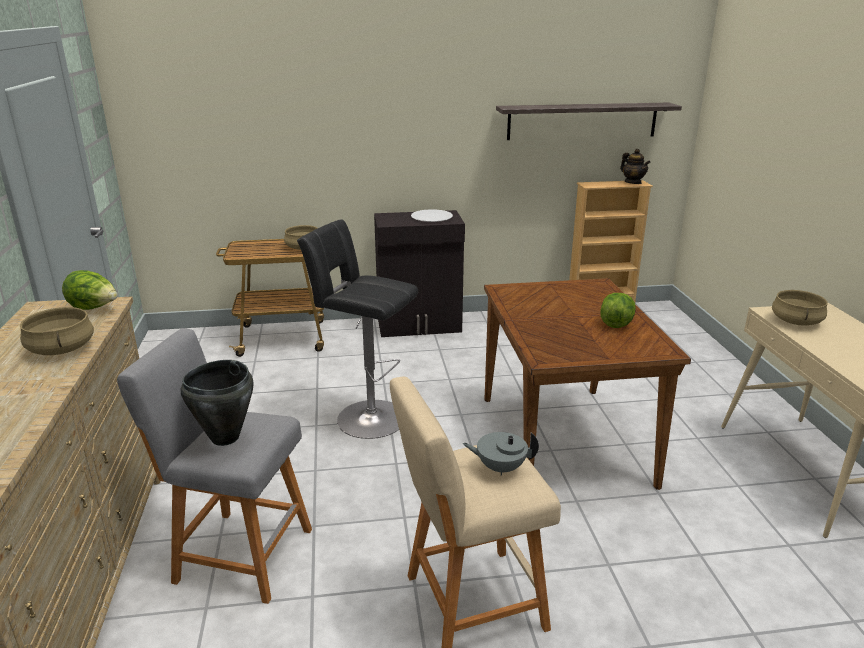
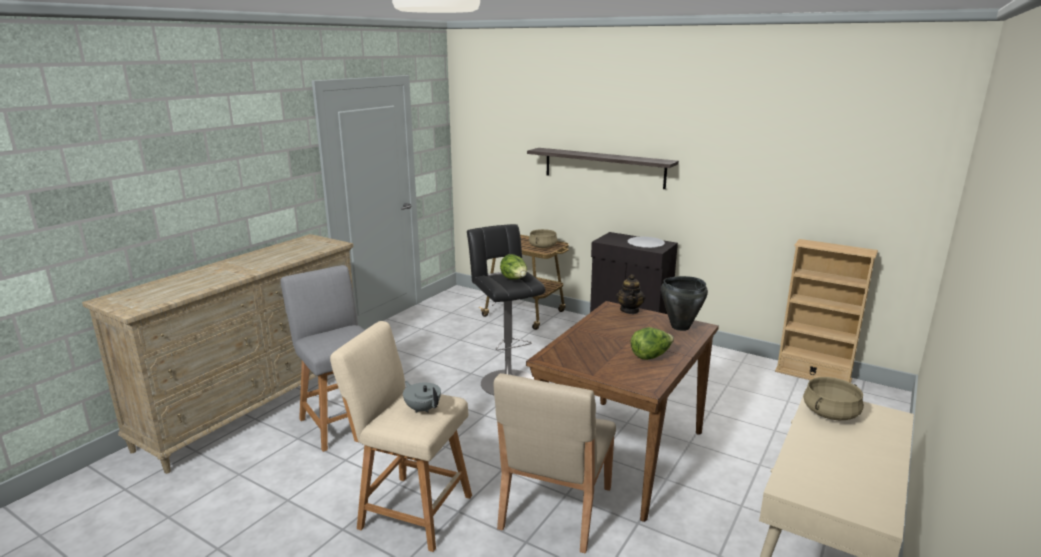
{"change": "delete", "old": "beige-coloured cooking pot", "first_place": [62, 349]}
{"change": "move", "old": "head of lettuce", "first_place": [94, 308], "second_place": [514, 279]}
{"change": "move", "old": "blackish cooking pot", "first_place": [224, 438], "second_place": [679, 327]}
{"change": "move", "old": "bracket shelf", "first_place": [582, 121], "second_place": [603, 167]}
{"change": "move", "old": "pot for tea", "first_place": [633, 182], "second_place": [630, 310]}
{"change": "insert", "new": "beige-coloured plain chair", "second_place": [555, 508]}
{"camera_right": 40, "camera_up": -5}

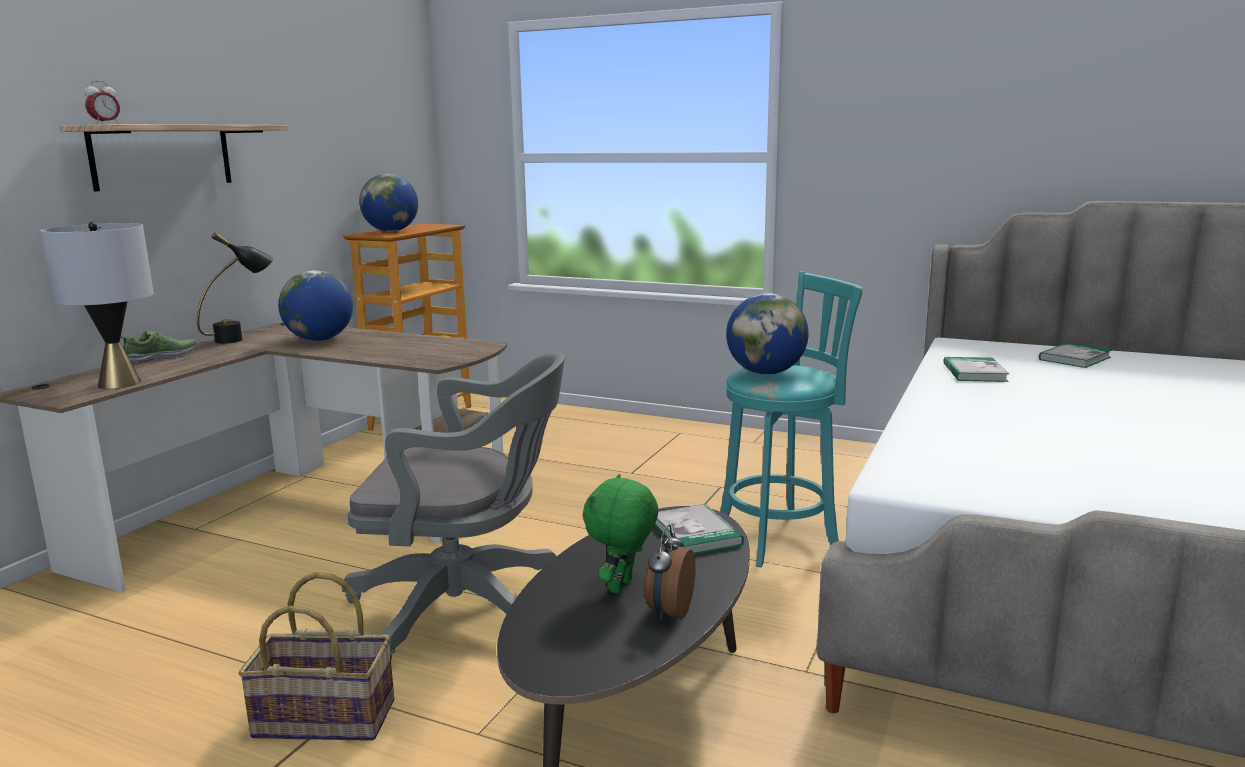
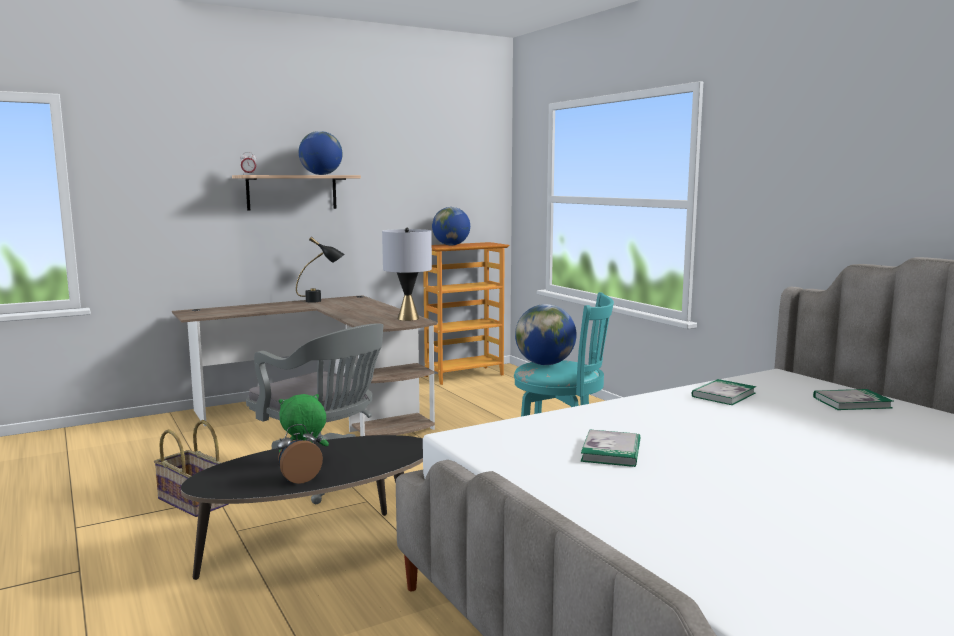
{"change": "move", "old": "gray lamp for a table", "first_place": [120, 383], "second_place": [408, 318]}
{"change": "delete", "old": "item of footwear", "first_place": [161, 358]}
{"change": "move", "old": "world globe", "first_place": [319, 340], "second_place": [321, 175]}
{"change": "move", "old": "bound book", "first_place": [696, 533], "second_place": [611, 451]}
{"camera_right": 35, "camera_up": -5}

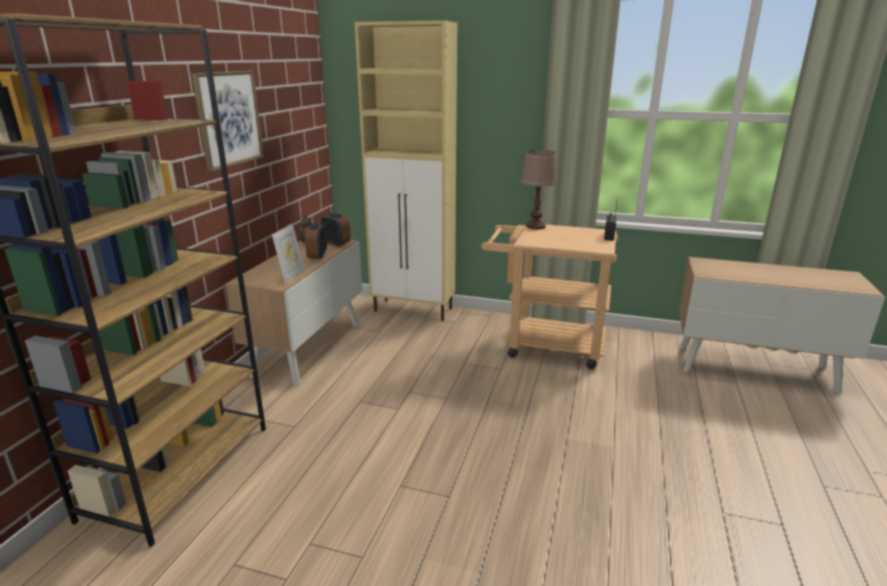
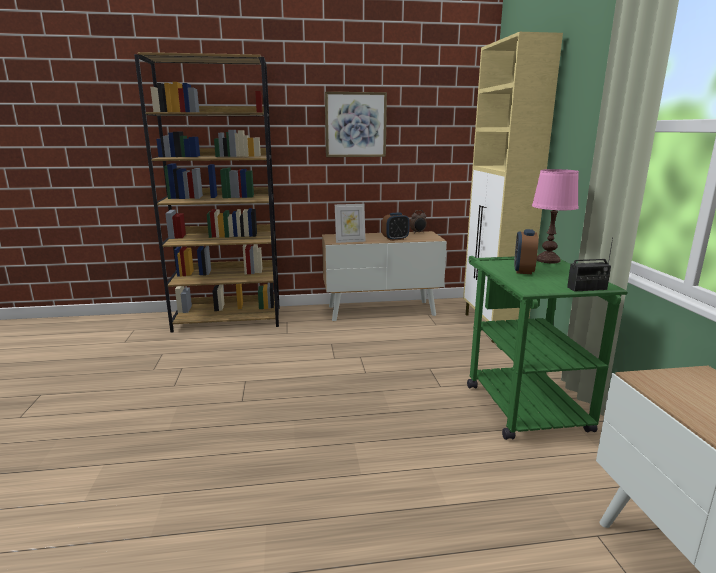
{"change": "move", "old": "table clock", "first_place": [336, 244], "second_place": [523, 270]}
{"change": "recolor", "old": "beige-coloured cart", "new": "green-coloured cart", "first_place": [545, 345], "second_place": [520, 401]}
{"change": "recolor", "old": "brown-coloured lamp for a table", "new": "pink-coloured lamp for a table", "first_place": [535, 226], "second_place": [547, 260]}
{"camera_right": 65, "camera_up": -5}

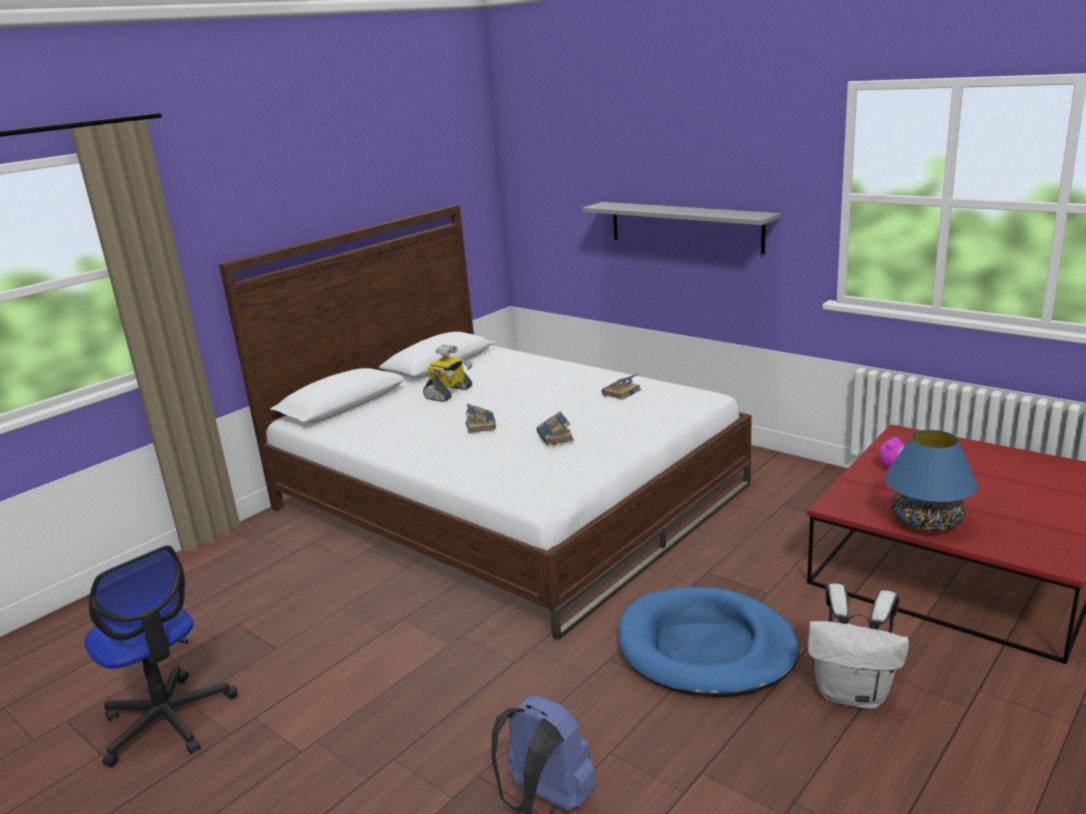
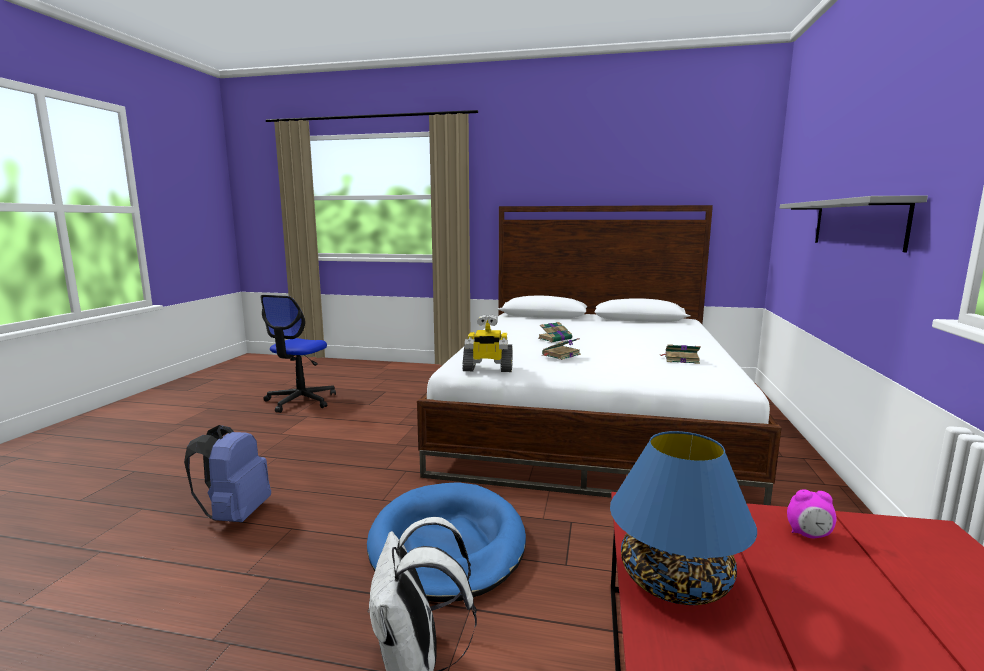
{"change": "move", "old": "model robot", "first_place": [449, 393], "second_place": [487, 369]}
{"camera_right": 60, "camera_up": -10}

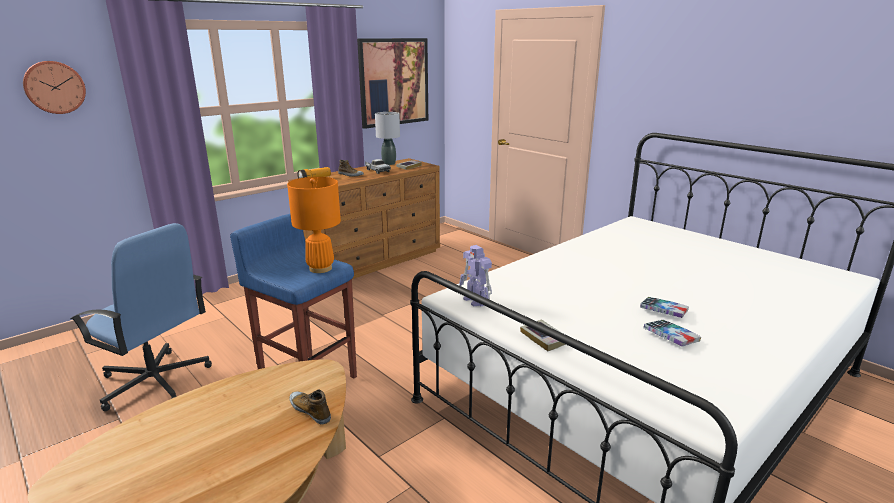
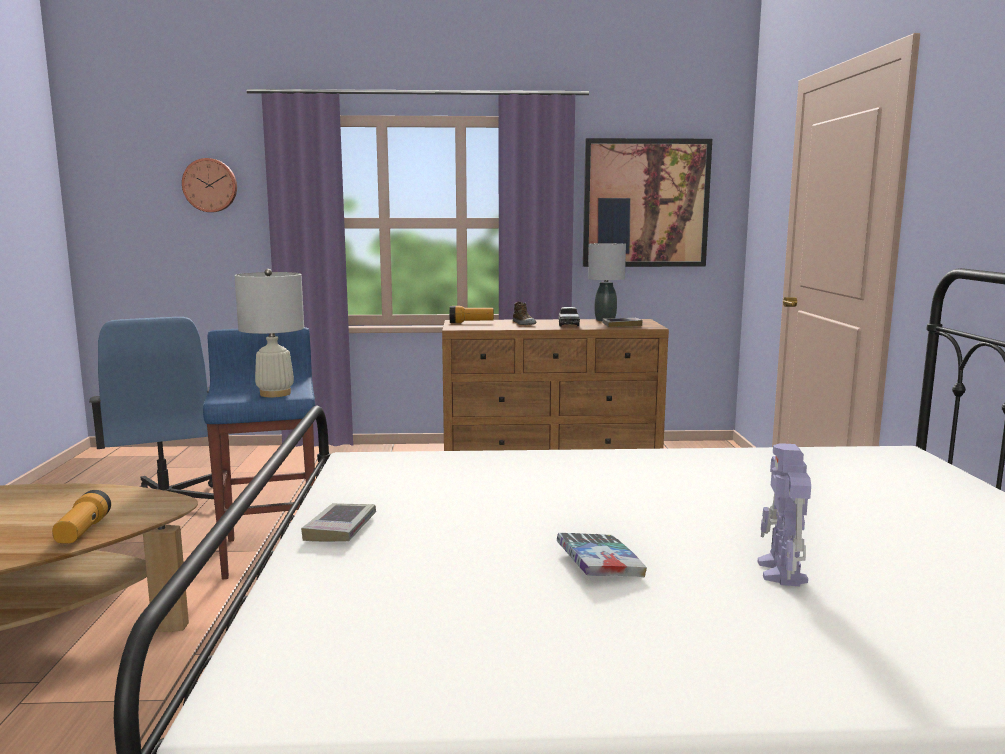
{"change": "recolor", "old": "orangey lamp for a table", "new": "white lamp for a table", "first_place": [320, 268], "second_place": [275, 394]}
{"change": "replace", "old": "item of footwear", "new": "torch", "first_place": [310, 410], "second_place": [83, 531]}
{"change": "move", "old": "model robot", "first_place": [476, 300], "second_place": [782, 572]}
{"change": "delete", "old": "bound book", "first_place": [671, 337]}
{"camera_right": 40, "camera_up": -10}

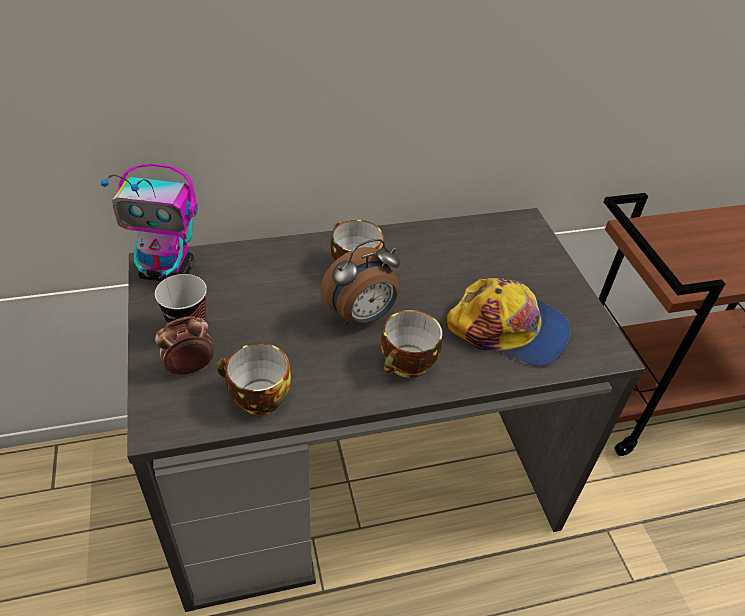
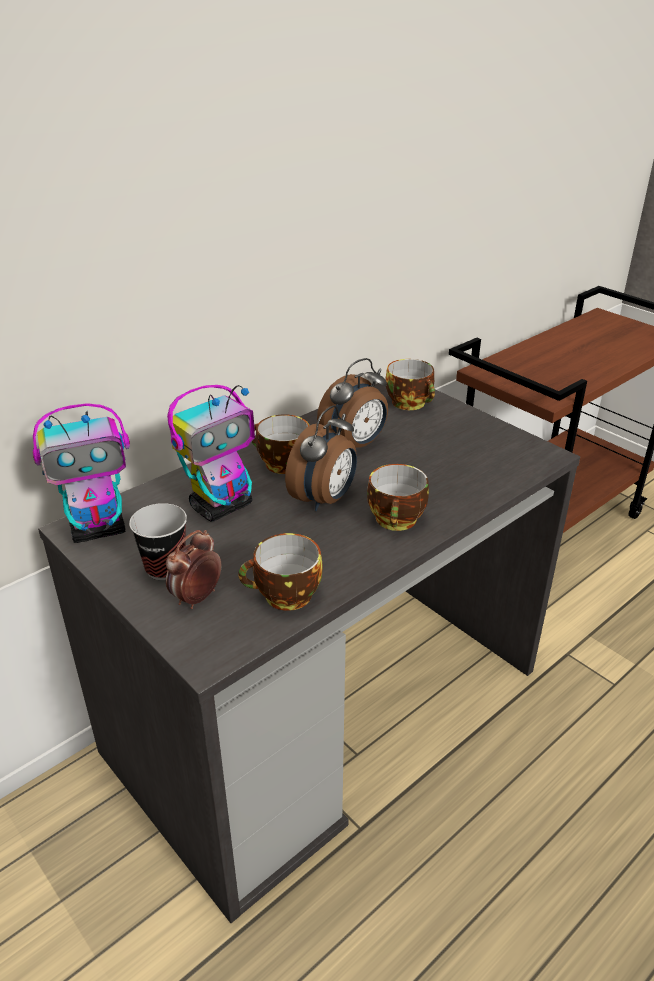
{"change": "delete", "old": "baseball cap", "first_place": [509, 329]}
{"change": "insert", "new": "model robot", "second_place": [222, 506]}
{"change": "insert", "new": "table clock", "second_place": [355, 445]}
{"change": "insert", "new": "small cup", "second_place": [411, 403]}
{"camera_right": -25, "camera_up": -10}

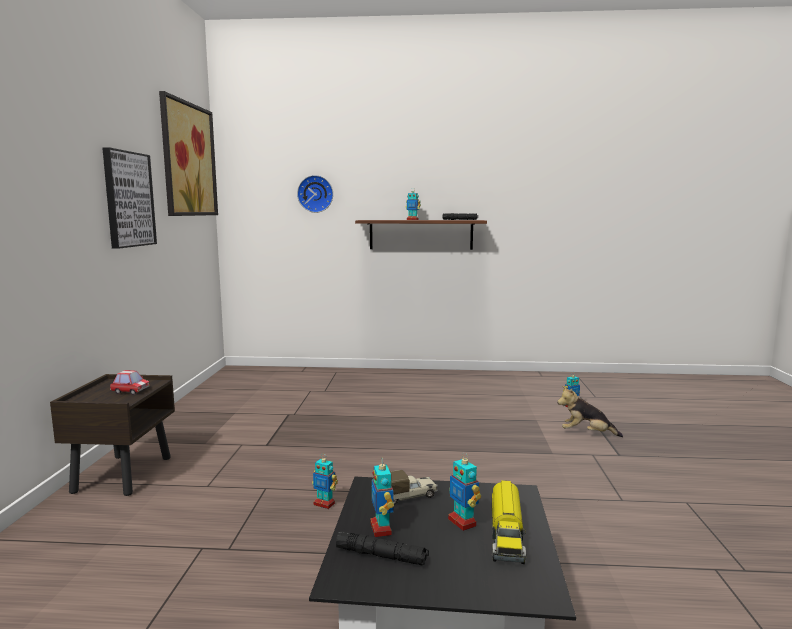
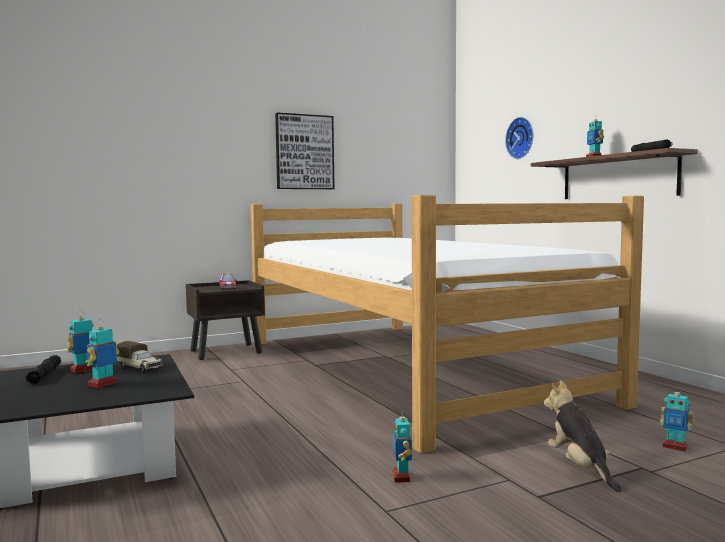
{"change": "delete", "old": "picture", "first_place": [188, 160]}
{"change": "move", "old": "model robot", "first_place": [324, 504], "second_place": [401, 477]}
{"change": "delete", "old": "toy lorry", "first_place": [506, 533]}
{"change": "insert", "new": "sleeping bed", "second_place": [406, 368]}
{"camera_right": 60, "camera_up": -5}

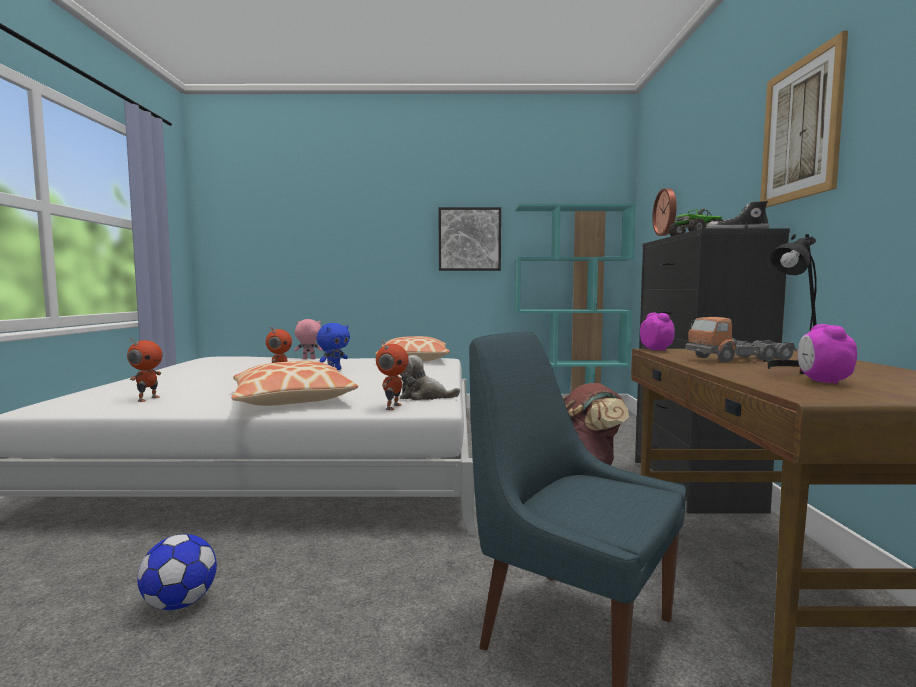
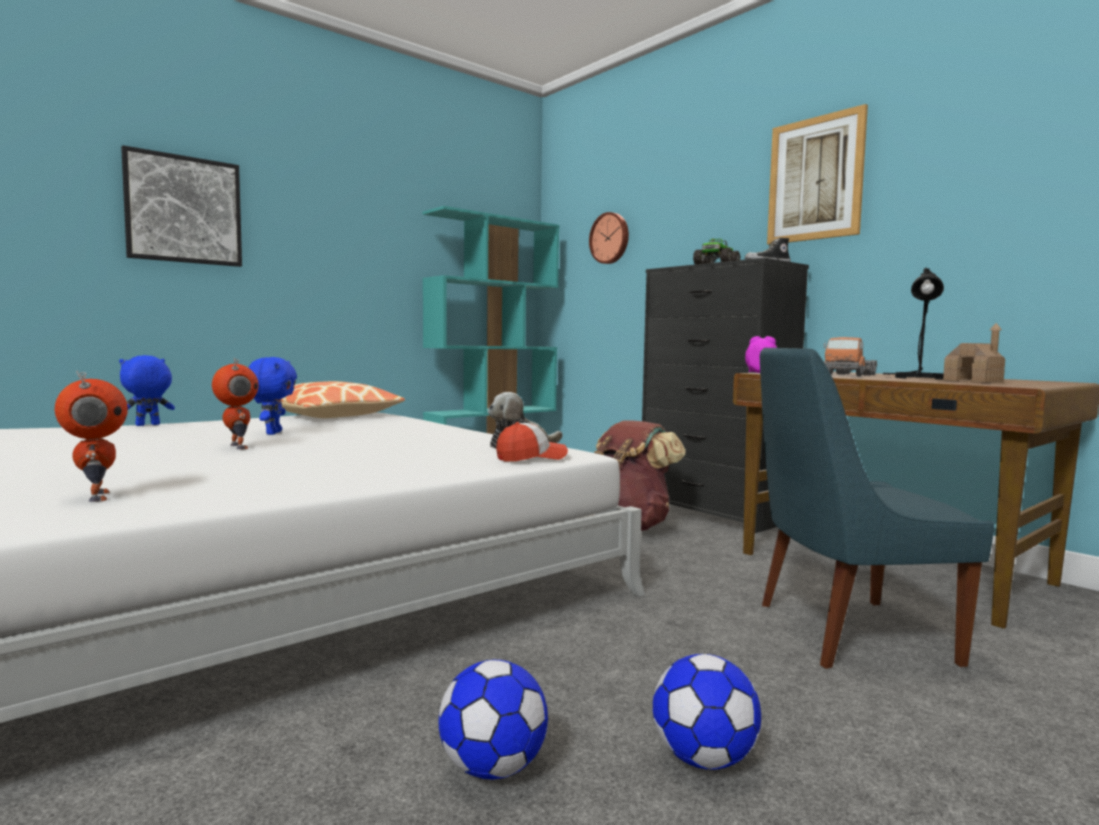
{"change": "delete", "old": "throw pillow", "first_place": [292, 399]}
{"change": "recolor", "old": "pink-coloured plush toy", "new": "bluish plush toy", "first_place": [308, 359], "second_place": [147, 425]}
{"change": "replace", "old": "model robot", "new": "baseball cap", "first_place": [392, 407], "second_place": [531, 458]}
{"change": "move", "old": "picture", "first_place": [469, 239], "second_place": [184, 210]}
{"change": "replace", "old": "table clock", "new": "model house", "first_place": [823, 382], "second_place": [973, 381]}
{"change": "insert", "new": "ball for football", "second_place": [703, 759]}
{"camera_right": -40, "camera_up": 0}

